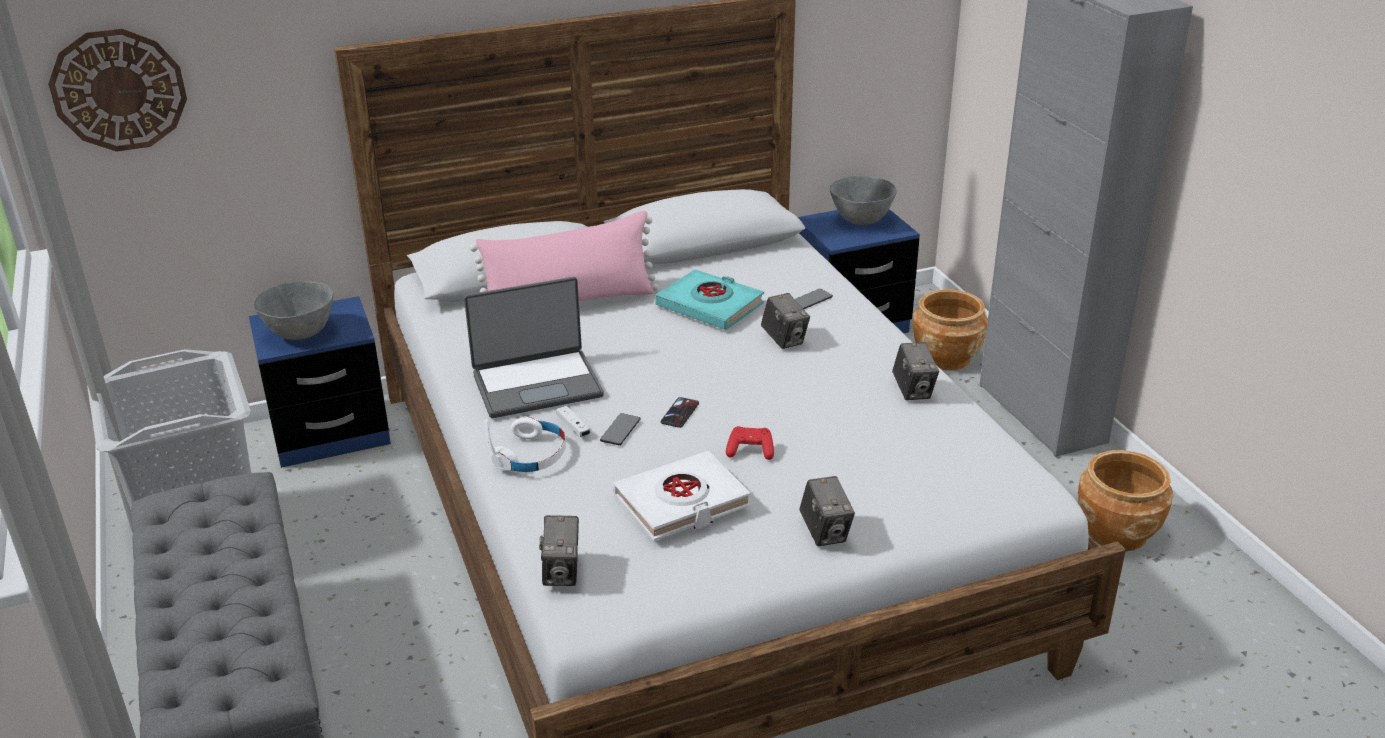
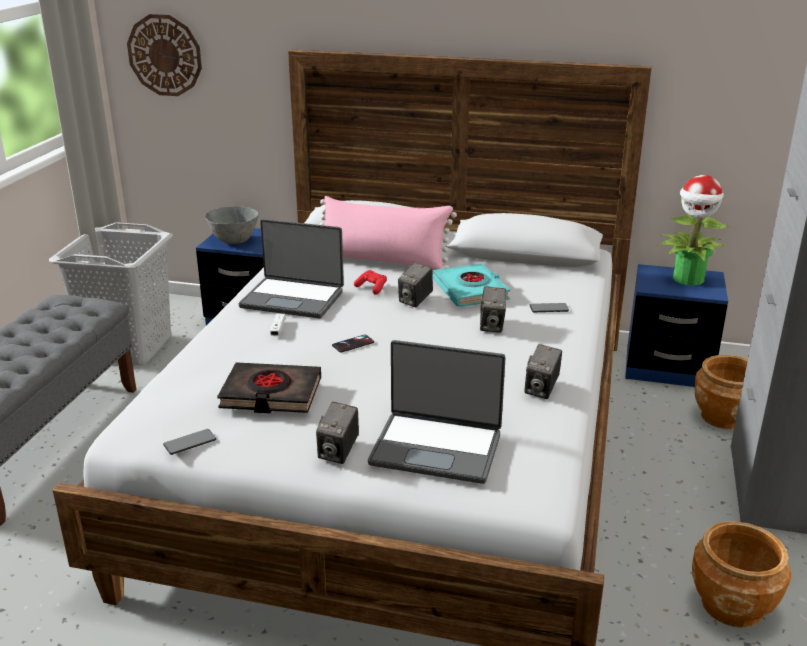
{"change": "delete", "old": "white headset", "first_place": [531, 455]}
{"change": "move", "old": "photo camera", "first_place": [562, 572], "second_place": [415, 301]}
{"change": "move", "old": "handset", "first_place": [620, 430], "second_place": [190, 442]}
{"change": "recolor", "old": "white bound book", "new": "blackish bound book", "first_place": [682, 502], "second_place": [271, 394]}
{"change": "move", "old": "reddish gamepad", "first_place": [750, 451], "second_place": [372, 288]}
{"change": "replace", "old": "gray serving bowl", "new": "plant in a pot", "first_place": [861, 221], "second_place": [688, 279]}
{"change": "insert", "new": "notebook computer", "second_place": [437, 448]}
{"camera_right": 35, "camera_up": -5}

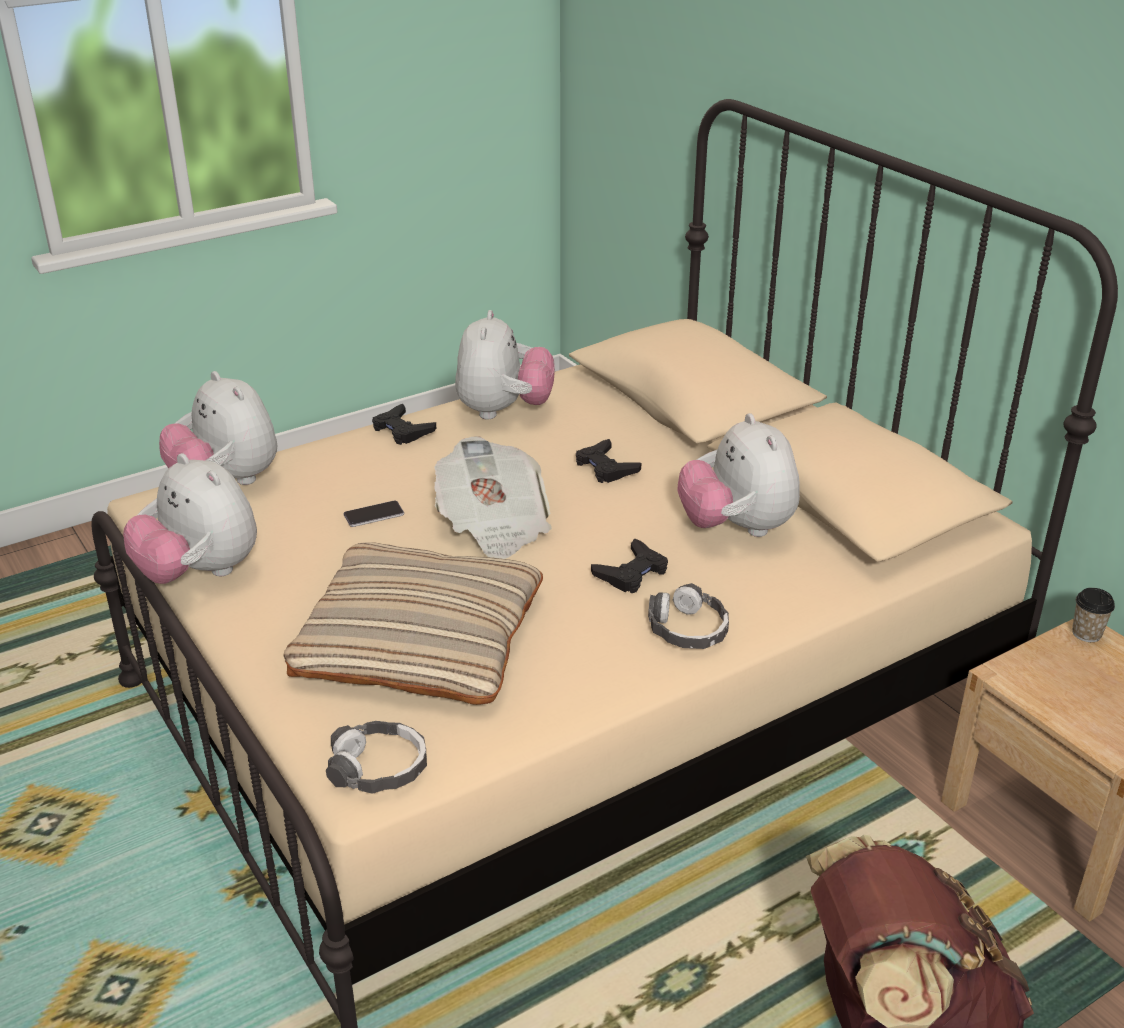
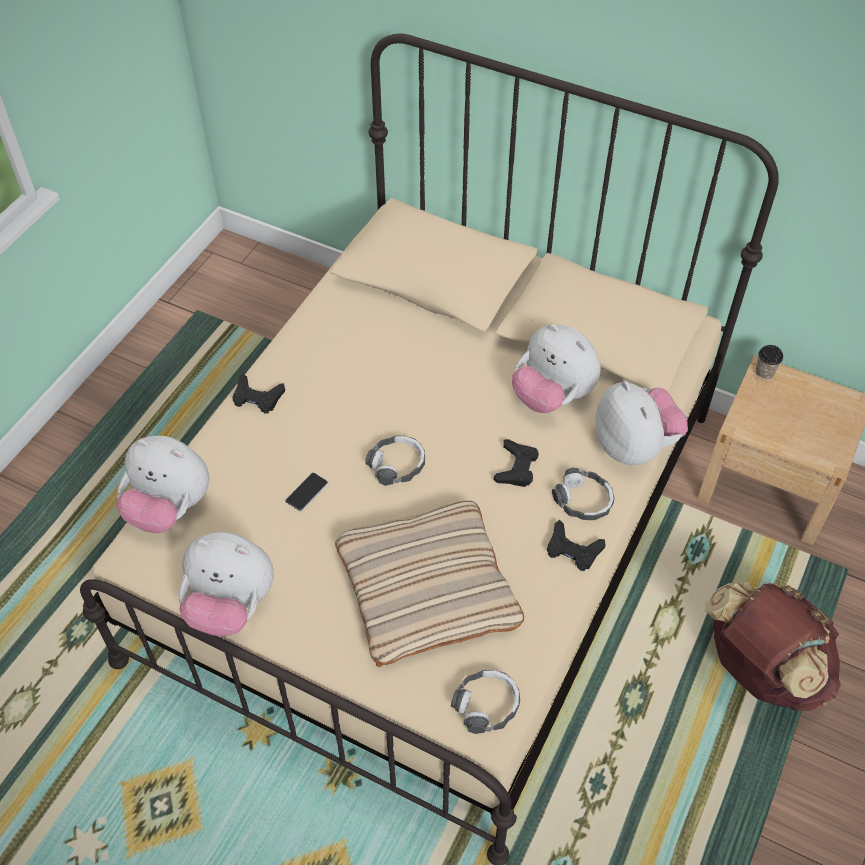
{"change": "replace", "old": "newspaper", "new": "headset", "first_place": [493, 526], "second_place": [397, 465]}
{"change": "move", "old": "plush toy", "first_place": [503, 411], "second_place": [634, 446]}
{"change": "move", "old": "blackish gamepad", "first_place": [605, 467], "second_place": [573, 550]}
{"camera_right": -30, "camera_up": 20}

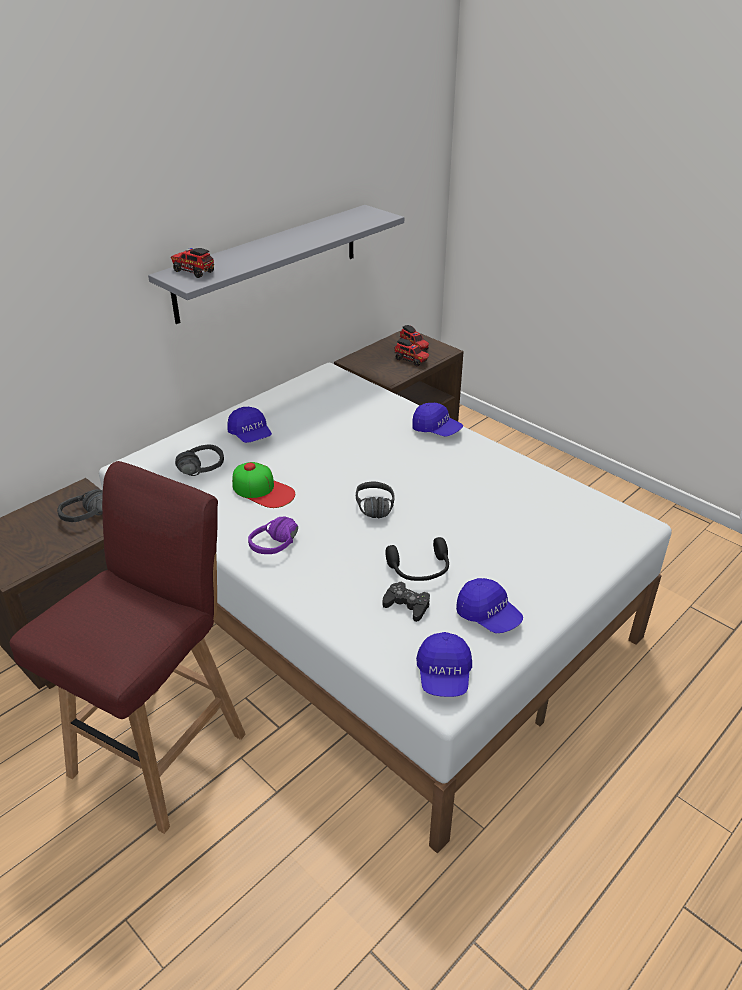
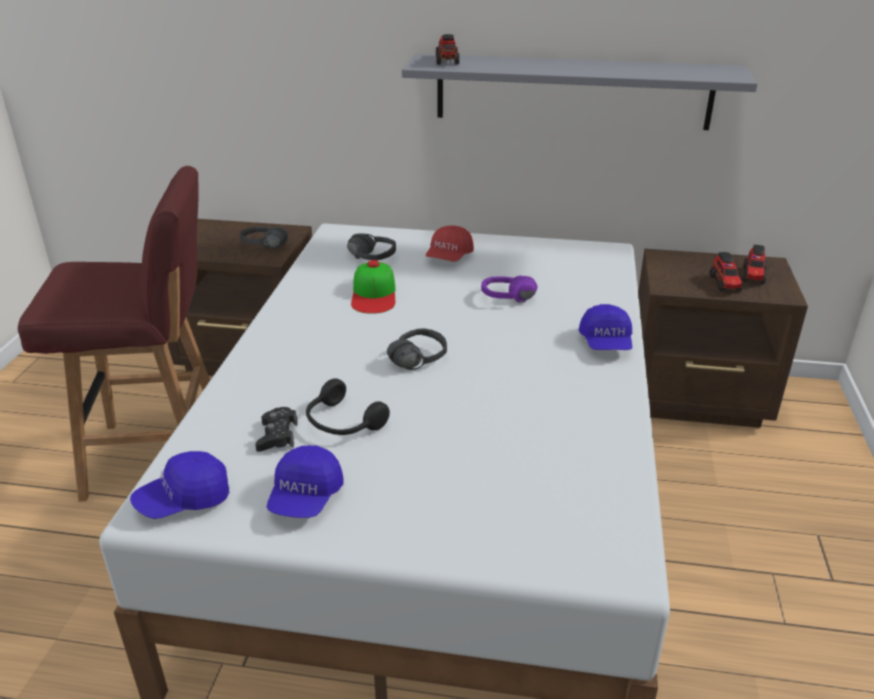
{"change": "recolor", "old": "bluish baseball cap", "new": "reddish baseball cap", "first_place": [250, 435], "second_place": [449, 257]}
{"change": "move", "old": "purple headset", "first_place": [281, 548], "second_place": [508, 302]}
{"camera_right": 55, "camera_up": -5}

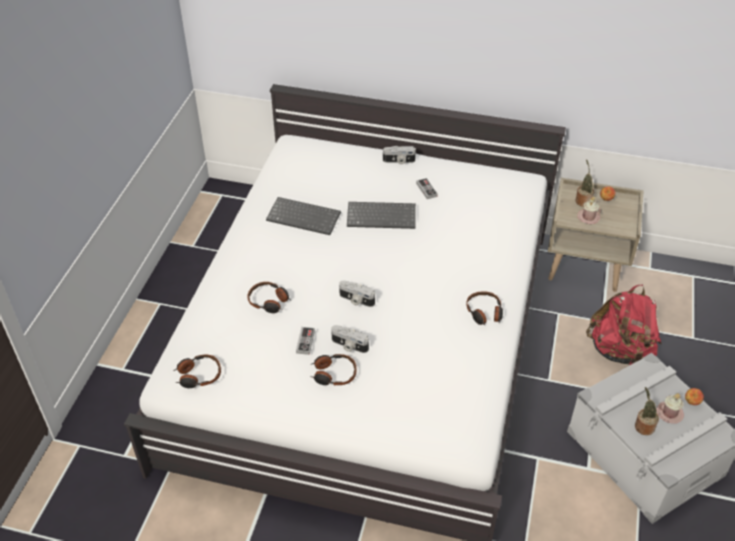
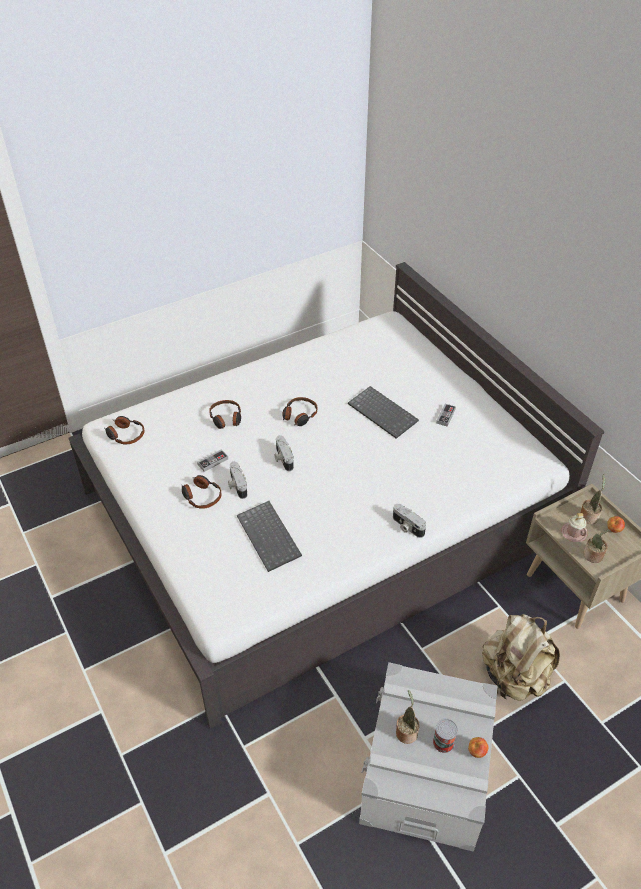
{"change": "move", "old": "PC keyboard", "first_place": [305, 217], "second_place": [270, 537]}
{"change": "move", "old": "photo camera", "first_place": [399, 161], "second_place": [407, 527]}
{"change": "move", "old": "headset", "first_place": [484, 313], "second_place": [299, 416]}
{"change": "recolor", "old": "reddish knapsack", "new": "beige-coloured knapsack", "first_place": [620, 351], "second_place": [514, 677]}
{"change": "replace", "old": "pink-coloured tea mug", "new": "can", "first_place": [669, 413], "second_place": [443, 742]}
{"change": "insert", "new": "plant in a pot", "second_place": [593, 556]}
{"camera_right": 45, "camera_up": 0}

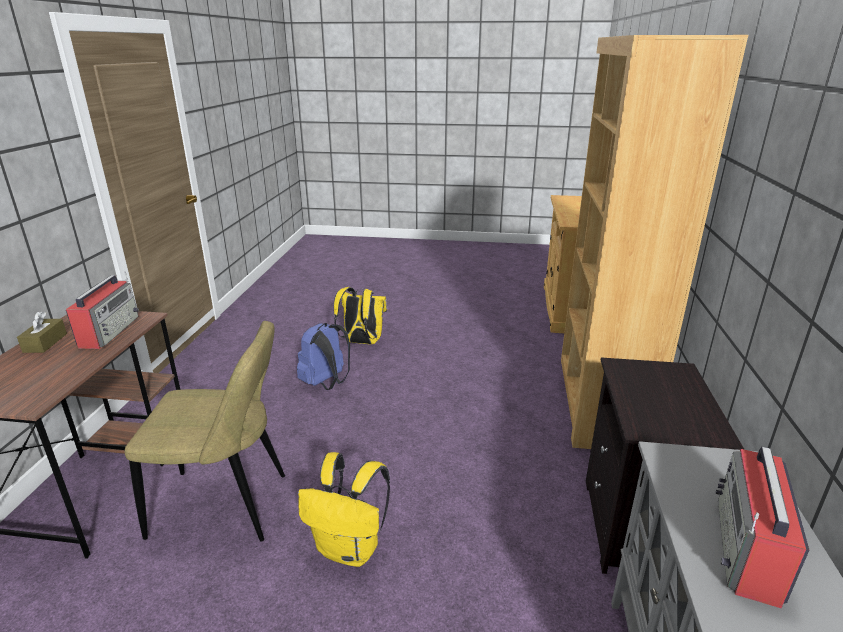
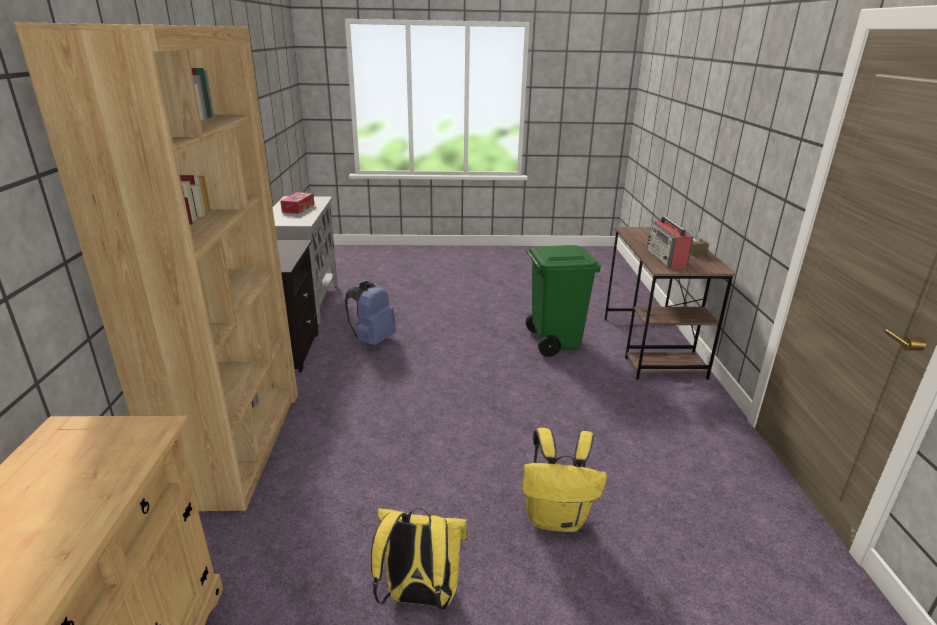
{"change": "replace", "old": "beige-coloured plain chair", "new": "green-coloured trash can", "first_place": [226, 506], "second_place": [554, 342]}
{"change": "move", "old": "bluish knapsack", "first_place": [326, 383], "second_place": [372, 340]}
{"change": "move", "old": "yellowish knapsack", "first_place": [350, 549], "second_place": [419, 596]}
{"change": "replace", "old": "radio receiver", "new": "tissue box", "first_place": [748, 550], "second_place": [298, 208]}
{"camera_right": 170, "camera_up": 0}

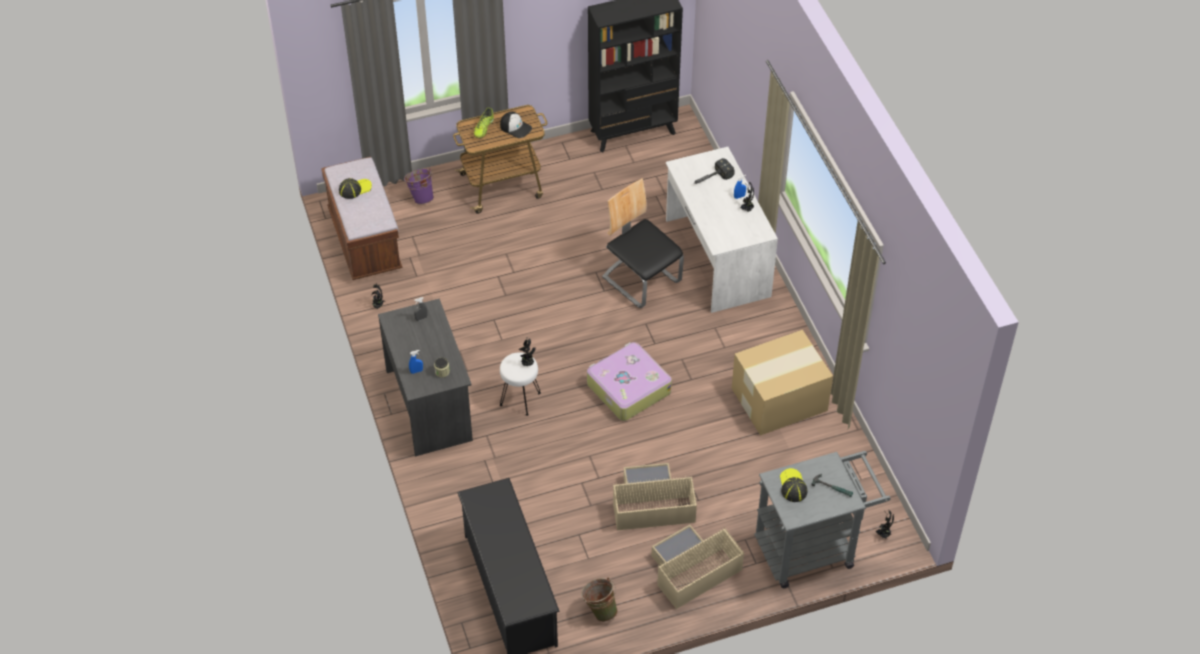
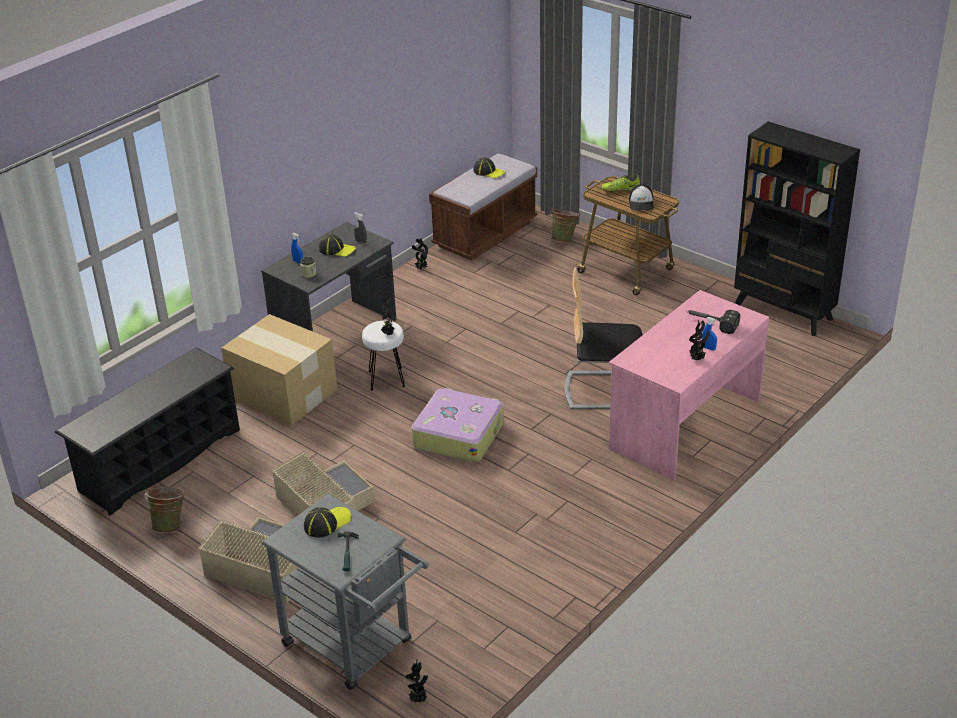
{"change": "recolor", "old": "purple water bucket", "new": "green-coloured water bucket", "first_place": [421, 197], "second_place": [564, 240]}
{"change": "rotate", "old": "plain chair", "first_place": [641, 279], "second_place": [603, 389], "degrees": -105}
{"change": "recolor", "old": "white desk unit", "new": "pink-coloured desk unit", "first_place": [716, 258], "second_place": [684, 424]}
{"change": "move", "old": "packing box", "first_place": [780, 399], "second_place": [284, 394]}
{"change": "insert", "new": "baseball cap", "second_place": [337, 249]}
{"camera_right": 60, "camera_up": -15}

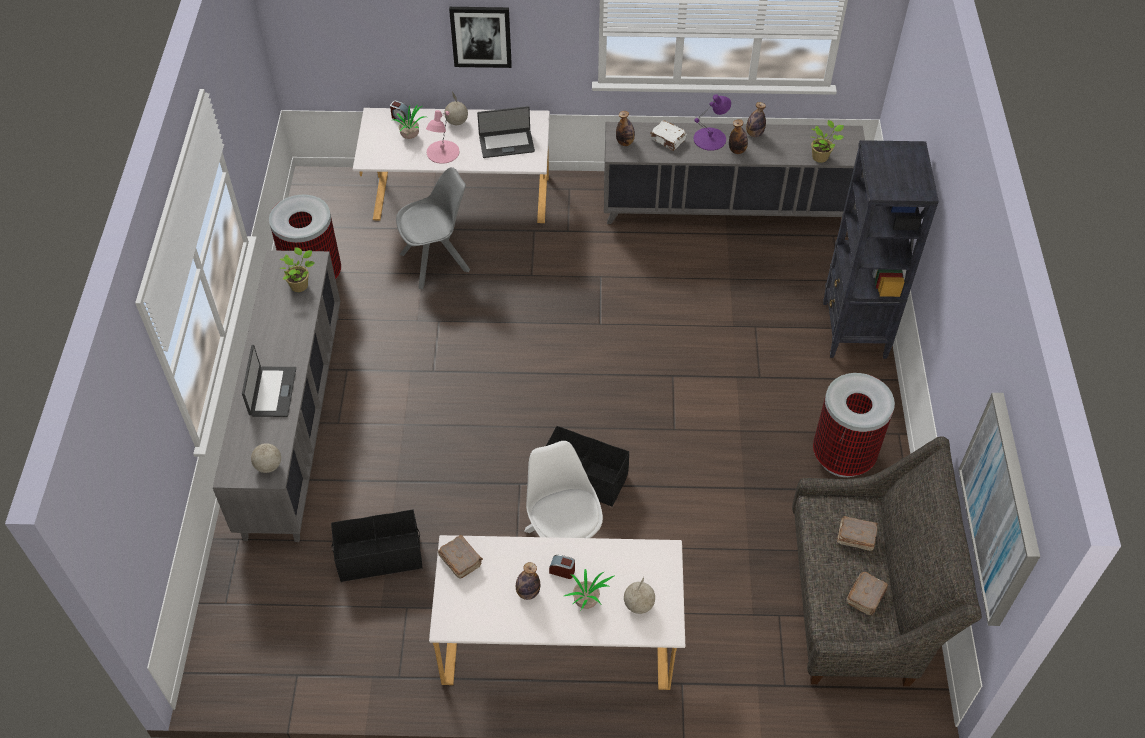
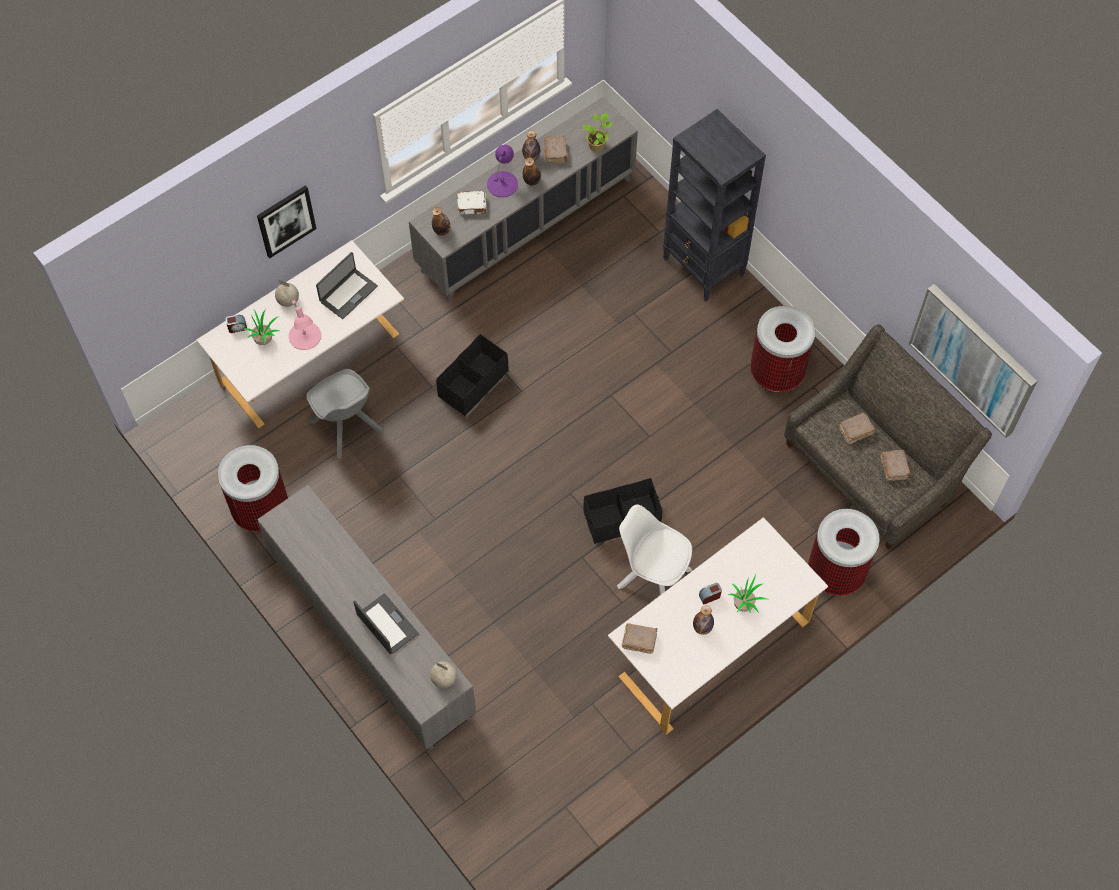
{"change": "delete", "old": "plant in a pot", "first_place": [300, 285]}
{"change": "move", "old": "blackish storage bin", "first_place": [379, 556], "second_place": [473, 383]}
{"change": "rotate", "old": "gray plain chair", "first_place": [436, 262], "second_place": [347, 428], "degrees": 120}
{"change": "delete", "old": "world globe", "first_place": [639, 604]}
{"change": "insert", "new": "brown-coloured bound book", "second_place": [555, 152]}
{"change": "insert", "new": "trash can", "second_place": [836, 573]}
{"camera_right": -40, "camera_up": 10}

